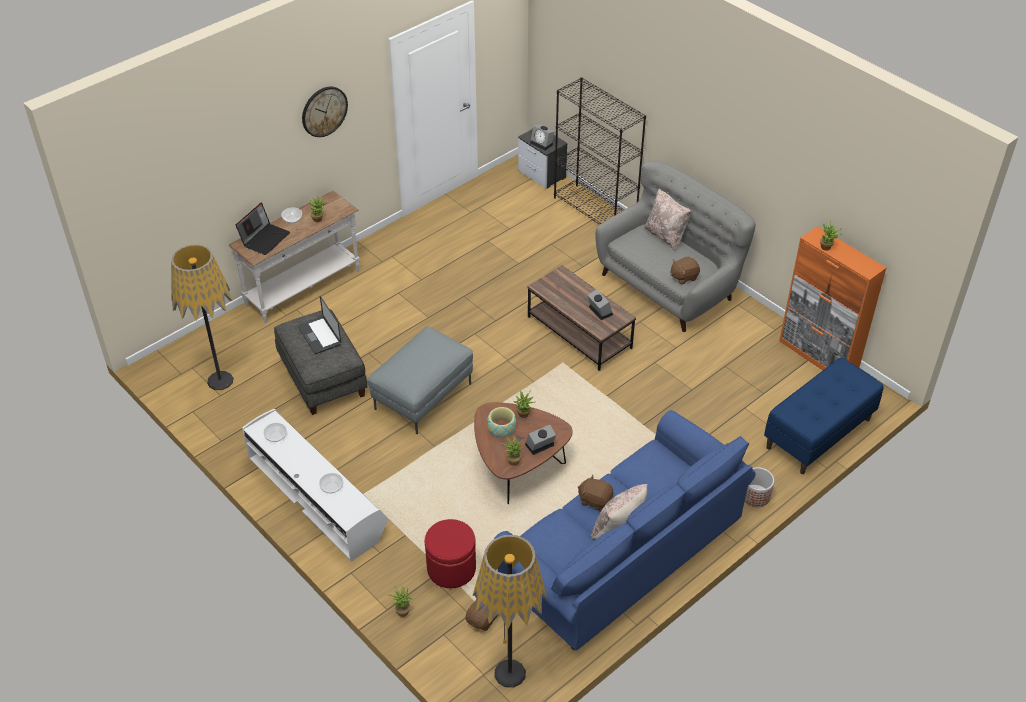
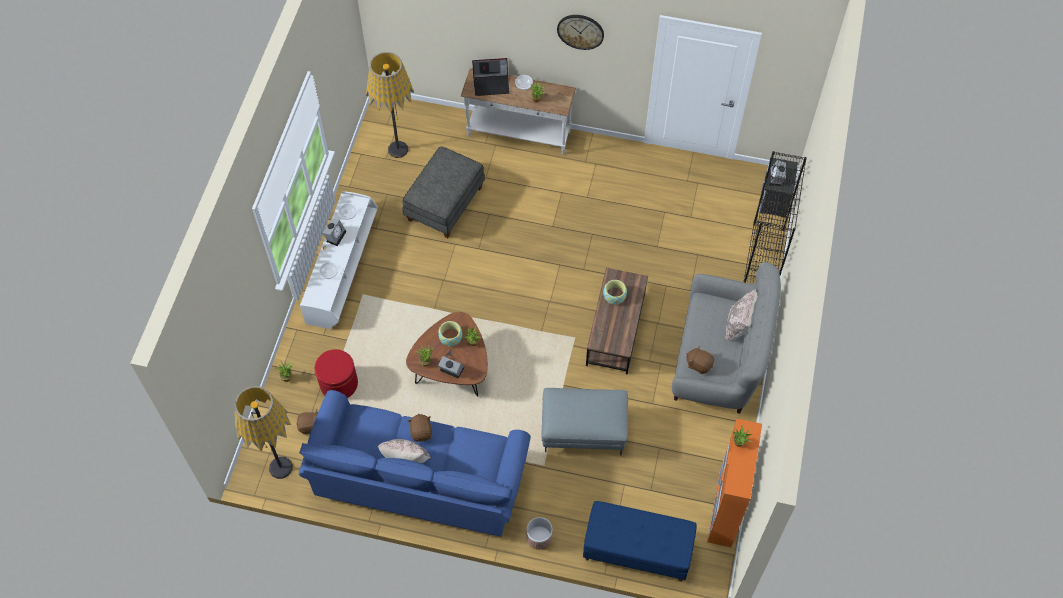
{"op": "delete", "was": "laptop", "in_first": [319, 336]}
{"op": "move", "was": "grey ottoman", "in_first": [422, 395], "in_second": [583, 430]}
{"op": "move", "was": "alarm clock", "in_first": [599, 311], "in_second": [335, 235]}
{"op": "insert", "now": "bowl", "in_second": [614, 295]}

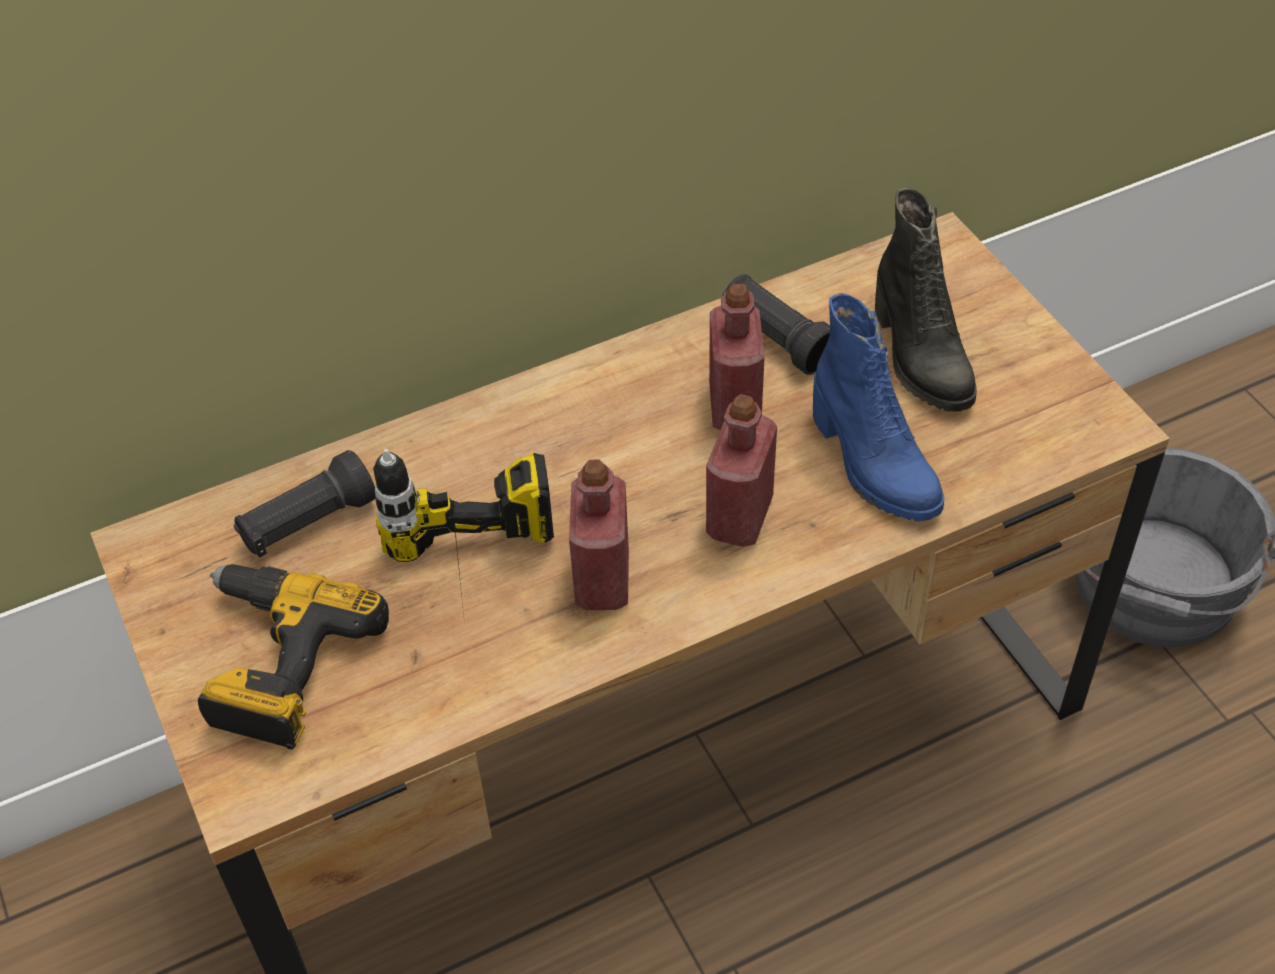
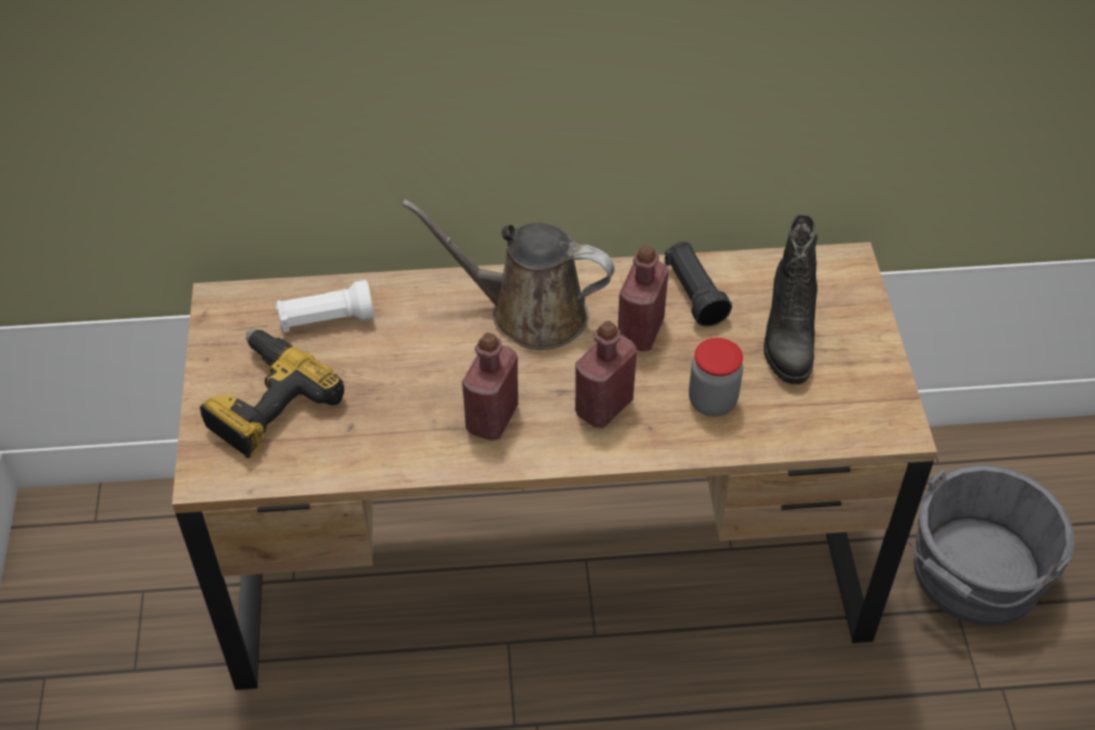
{"op": "recolor", "was": "black flashlight", "now": "white flashlight", "in_first": [308, 523], "in_second": [326, 320]}
{"op": "delete", "was": "power drill", "in_first": [473, 588]}
{"op": "replace", "was": "blue boot", "now": "jar", "in_first": [871, 465], "in_second": [712, 401]}
{"op": "insert", "now": "brown watering can", "in_second": [528, 312]}

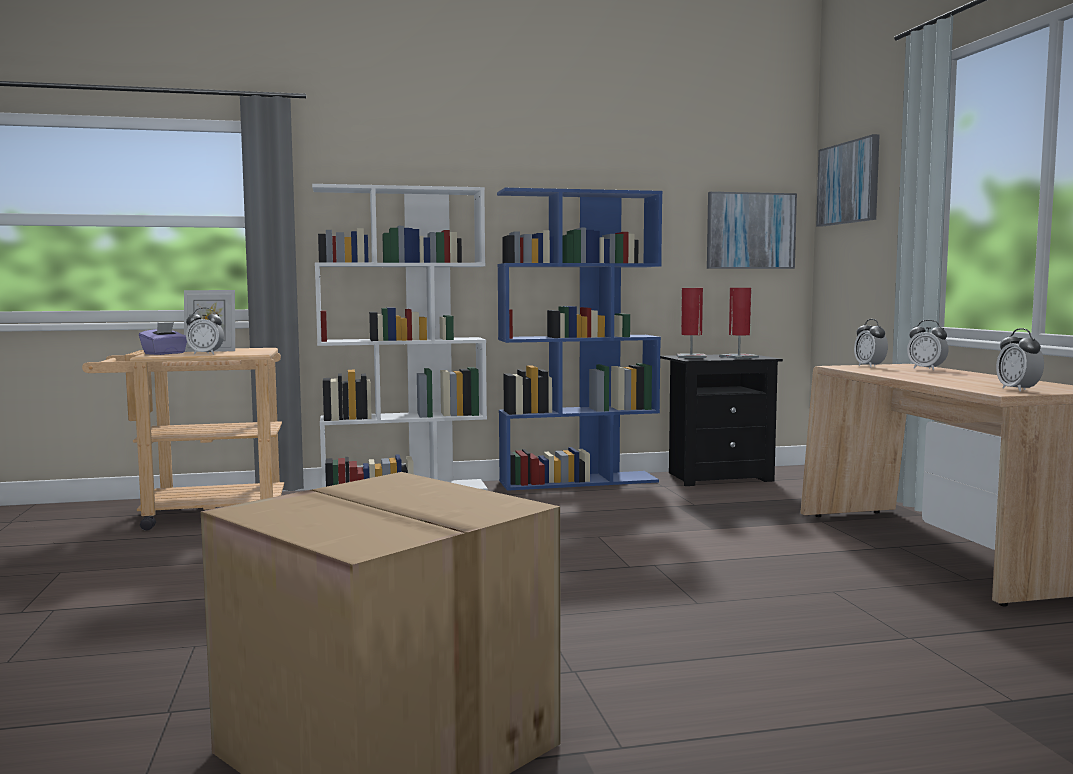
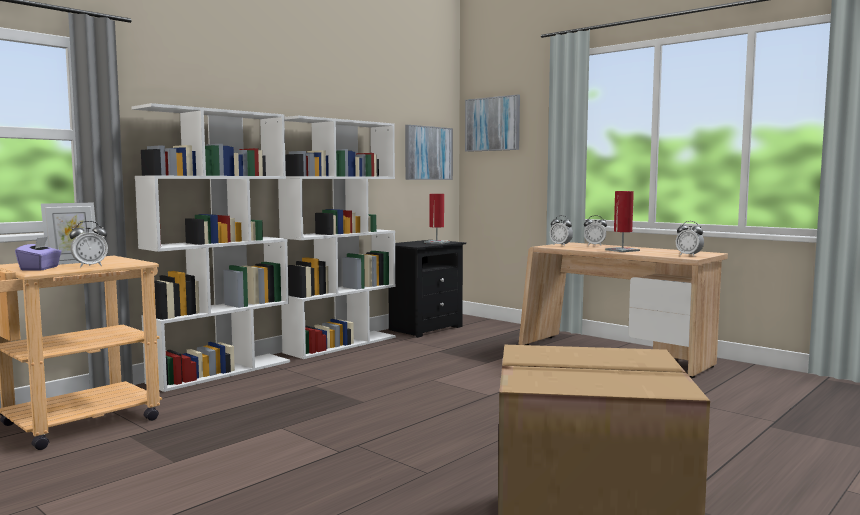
{"op": "recolor", "was": "blue bookcase", "now": "white bookcase", "in_first": [579, 481], "in_second": [341, 344]}
{"op": "move", "was": "red table lamp", "in_first": [691, 356], "in_second": [622, 250]}

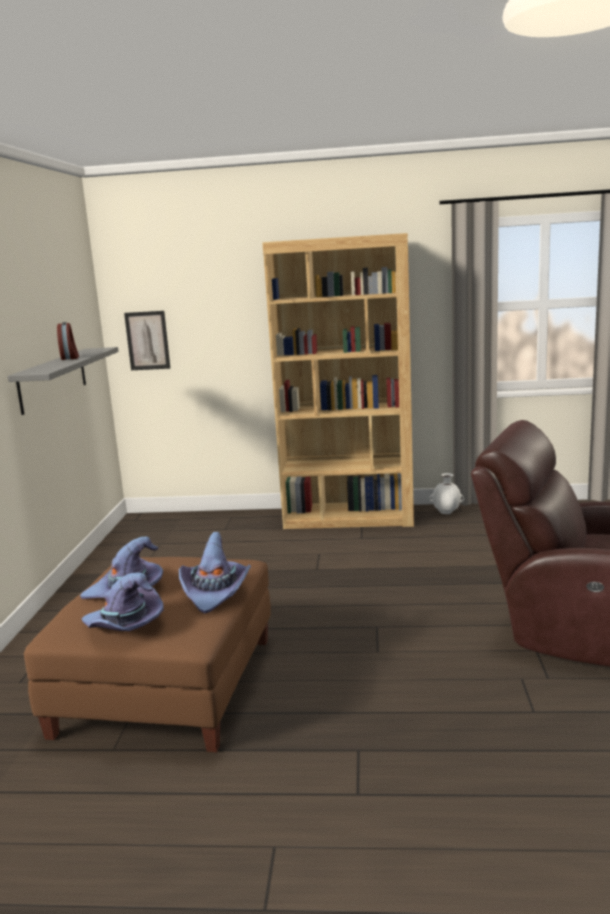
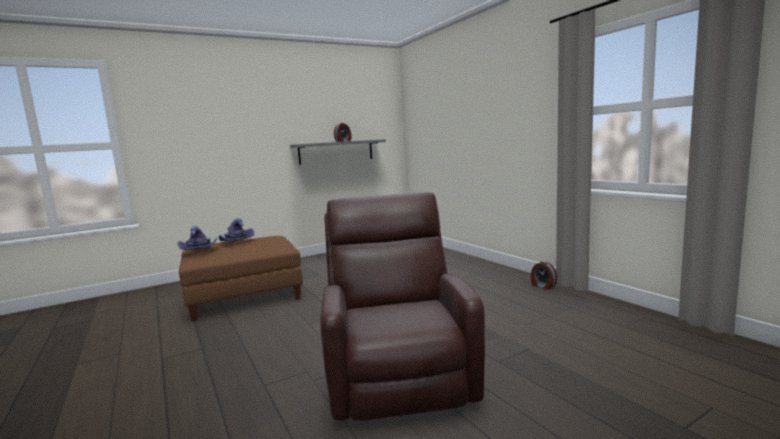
{"op": "delete", "was": "picture", "in_first": [147, 340]}
{"op": "delete", "was": "purple hat", "in_first": [215, 591]}
{"op": "delete", "was": "brown bookcase", "in_first": [349, 518]}
{"op": "replace", "was": "white vase", "now": "alarm clock", "in_first": [446, 513], "in_second": [543, 286]}

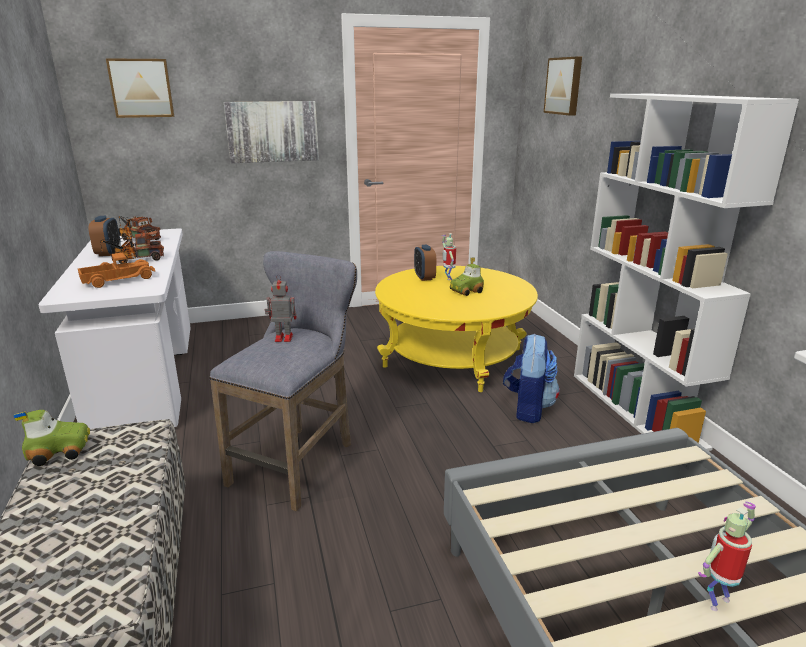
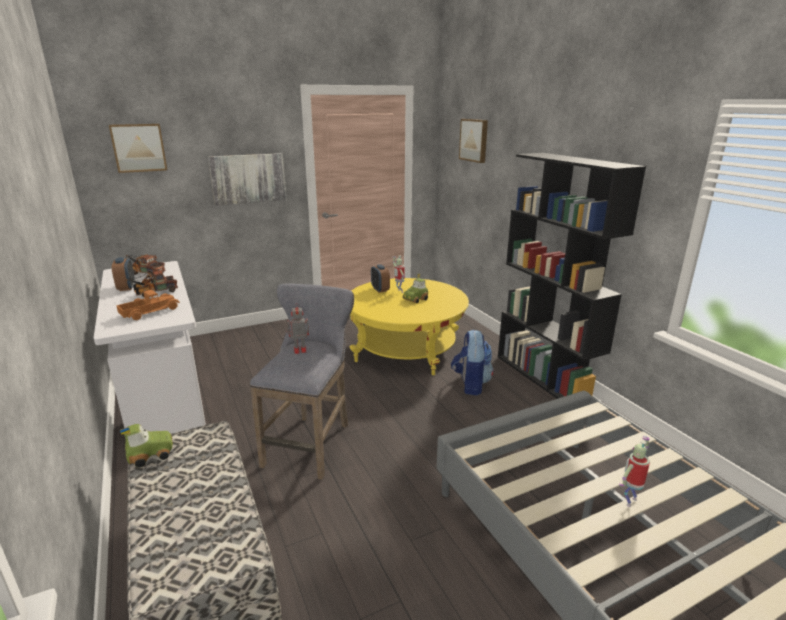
{"op": "recolor", "was": "white bookcase", "now": "black bookcase", "in_first": [636, 409], "in_second": [546, 378]}

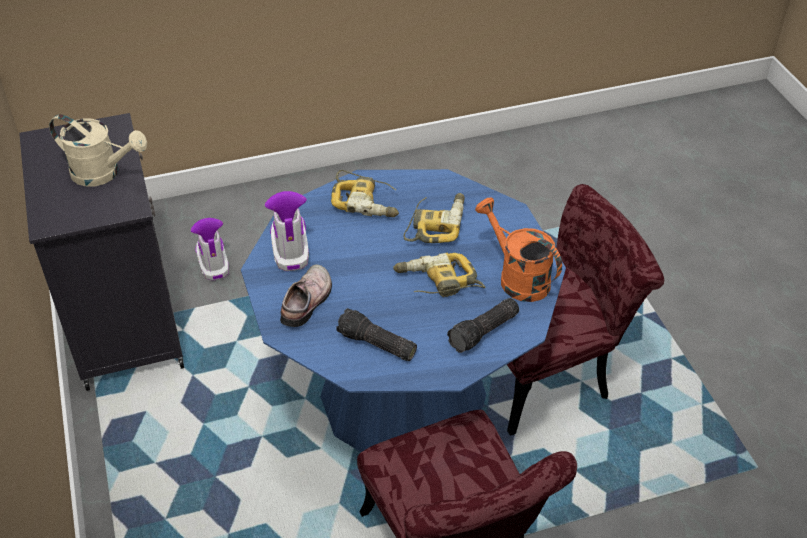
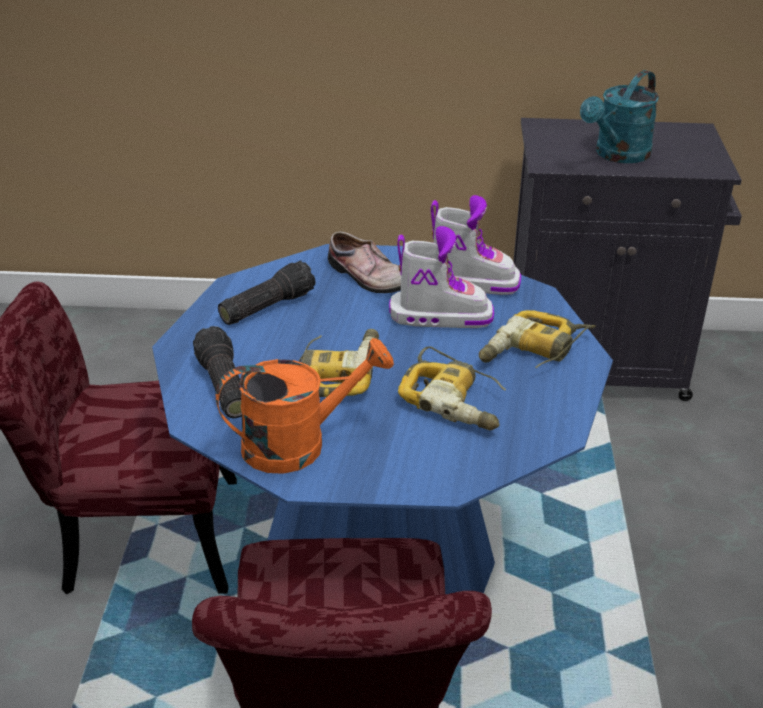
{"op": "recolor", "was": "beige watering can", "now": "turquoise watering can", "in_first": [103, 173], "in_second": [617, 155]}
{"op": "move", "was": "boot", "in_first": [212, 261], "in_second": [440, 316]}

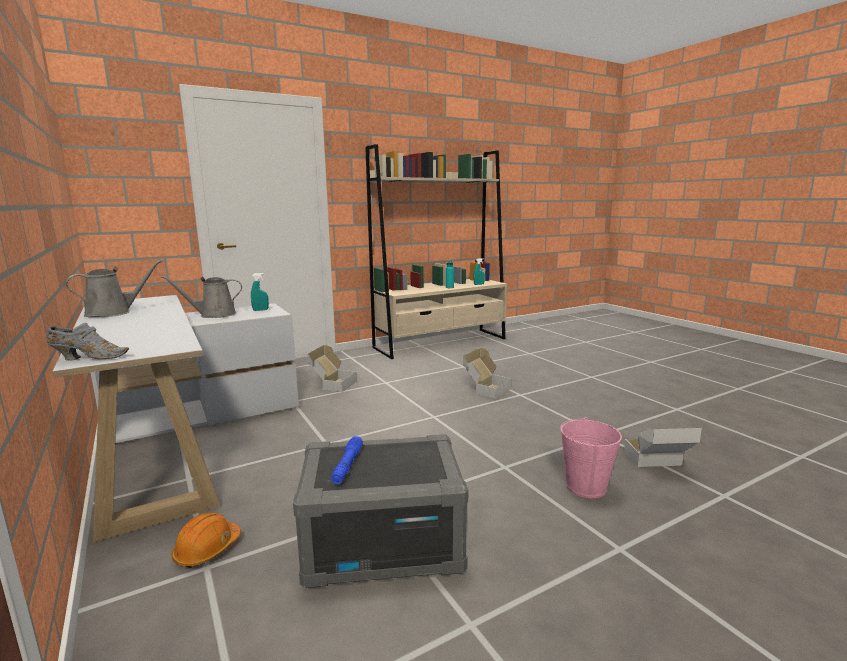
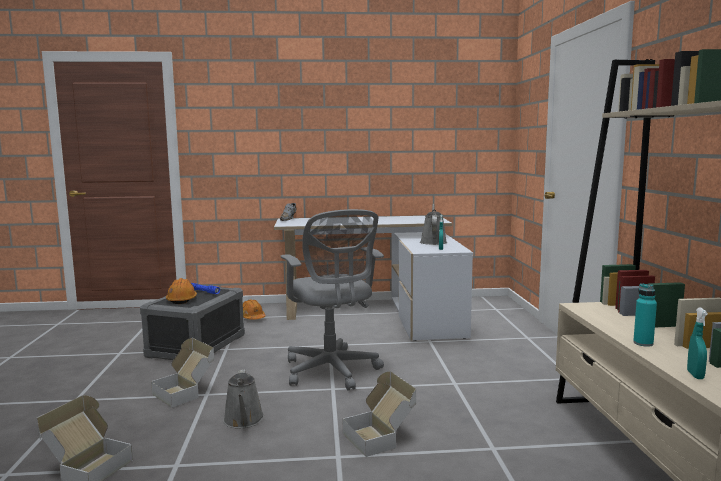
{"op": "move", "was": "grey watering can", "in_first": [113, 312], "in_second": [243, 421]}
{"op": "move", "was": "cardboard box", "in_first": [332, 384], "in_second": [185, 392]}
{"op": "delete", "was": "pink bucket", "in_first": [586, 486]}
{"op": "insert", "now": "orange hard hat", "in_second": [182, 300]}
{"op": "insert", "now": "grey office chair", "in_second": [332, 372]}

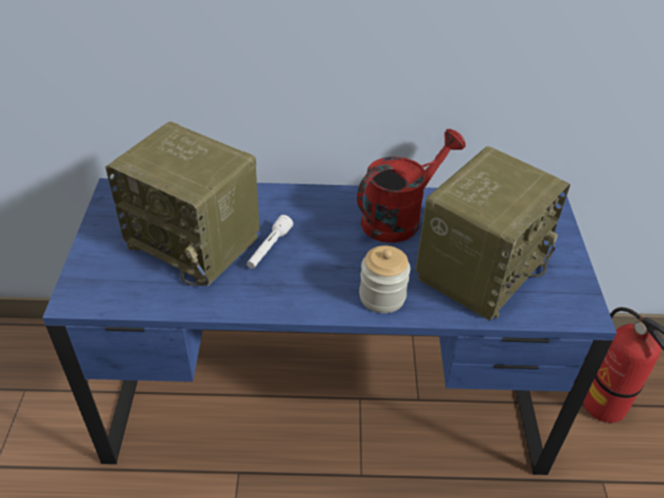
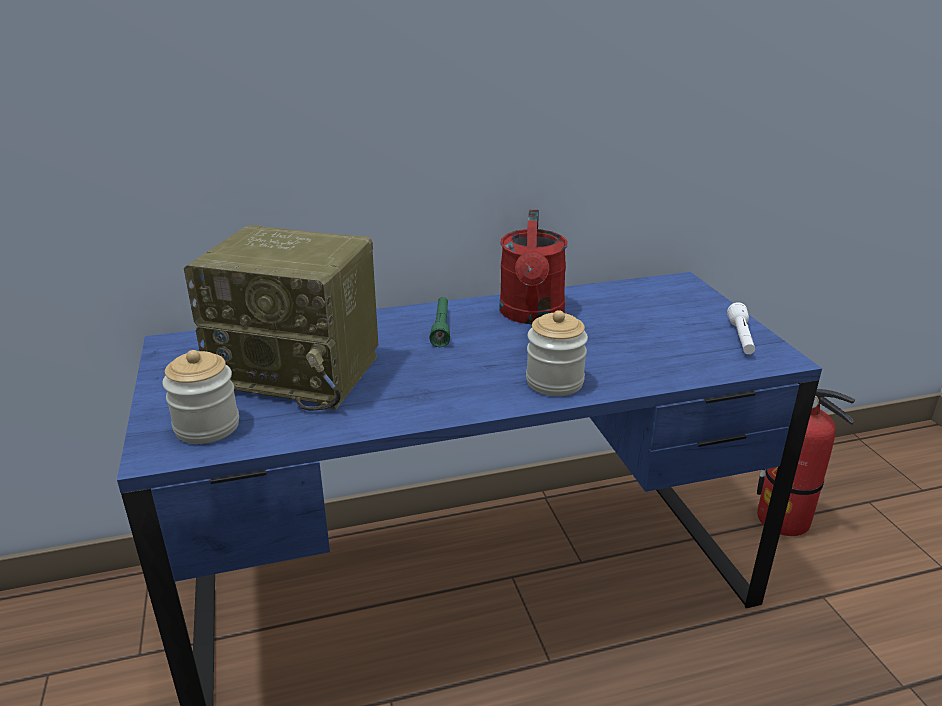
{"op": "move", "was": "white flashlight", "in_first": [269, 248], "in_second": [741, 338]}
{"op": "rotate", "was": "red watering can", "in_first": [399, 217], "in_second": [532, 315], "clockwise": 150}
{"op": "delete", "was": "radio", "in_first": [480, 268]}
{"op": "insert", "now": "jar", "in_second": [207, 427]}
{"op": "insert", "now": "green flashlight", "in_second": [441, 327]}

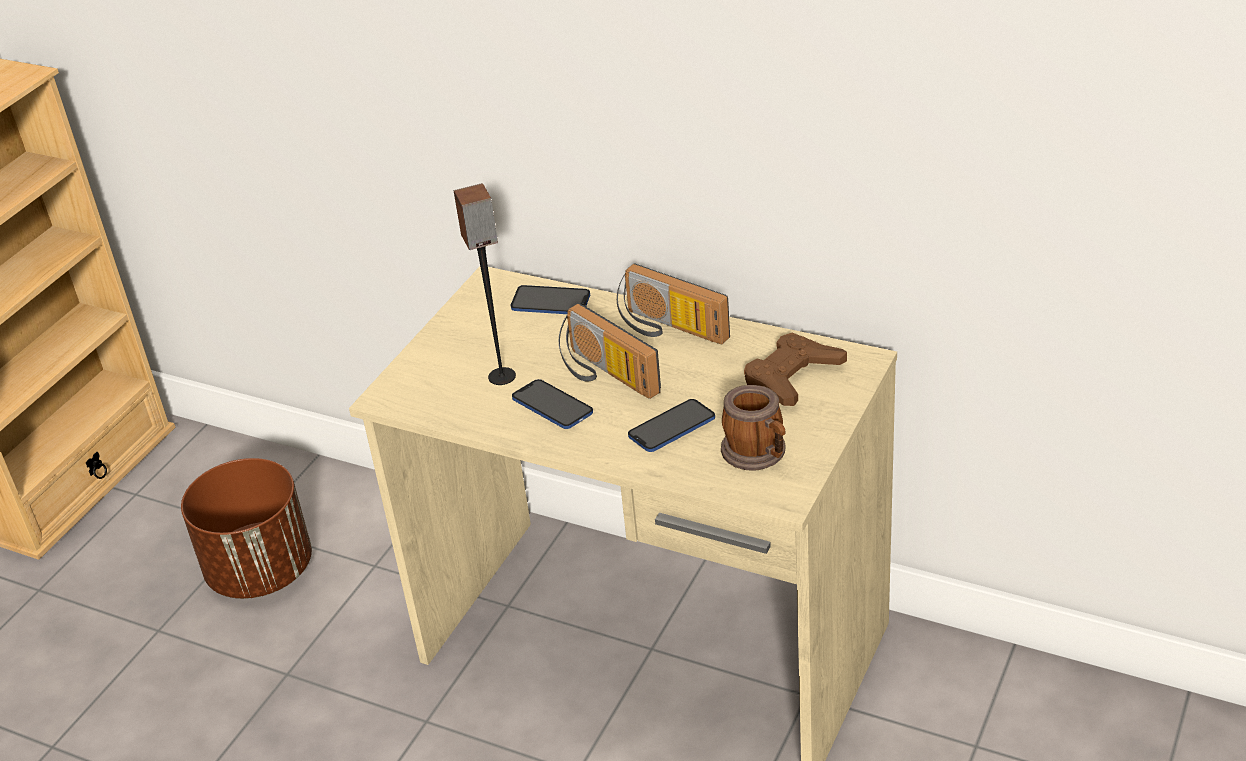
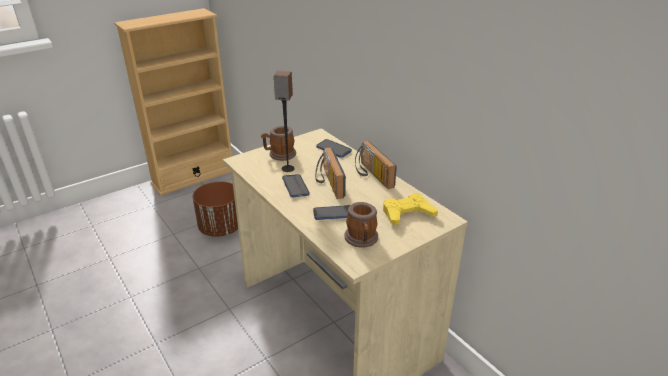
{"op": "recolor", "was": "brown game controller", "now": "yellow game controller", "in_first": [792, 377], "in_second": [407, 213]}
{"op": "insert", "now": "mug", "in_second": [279, 155]}

